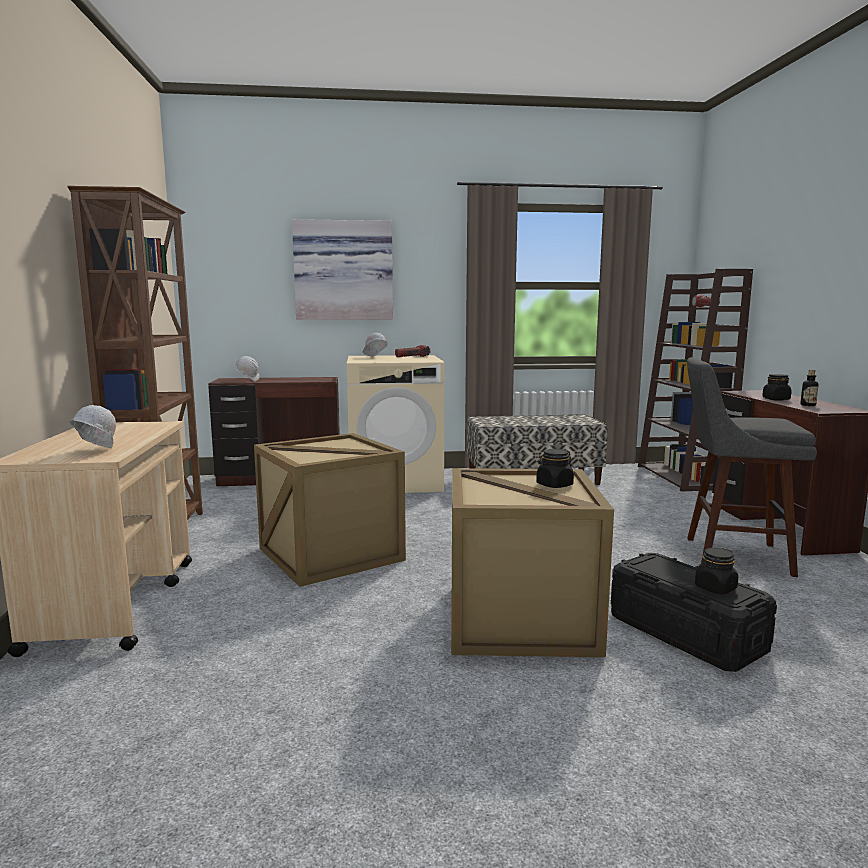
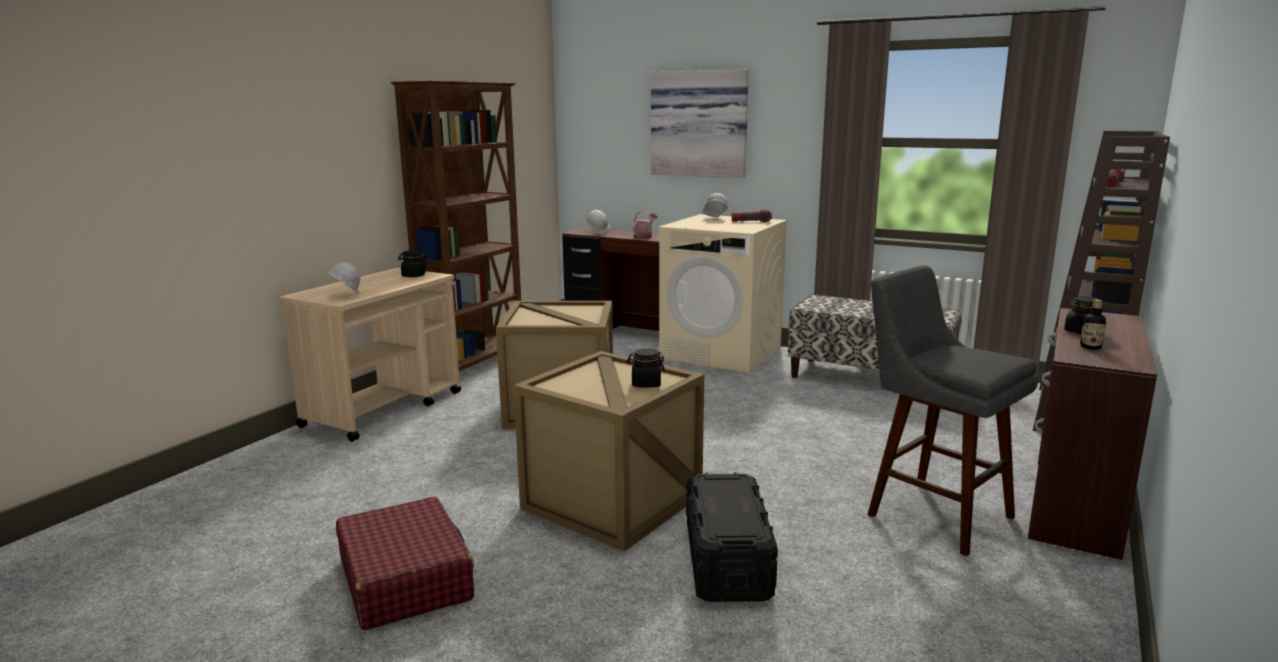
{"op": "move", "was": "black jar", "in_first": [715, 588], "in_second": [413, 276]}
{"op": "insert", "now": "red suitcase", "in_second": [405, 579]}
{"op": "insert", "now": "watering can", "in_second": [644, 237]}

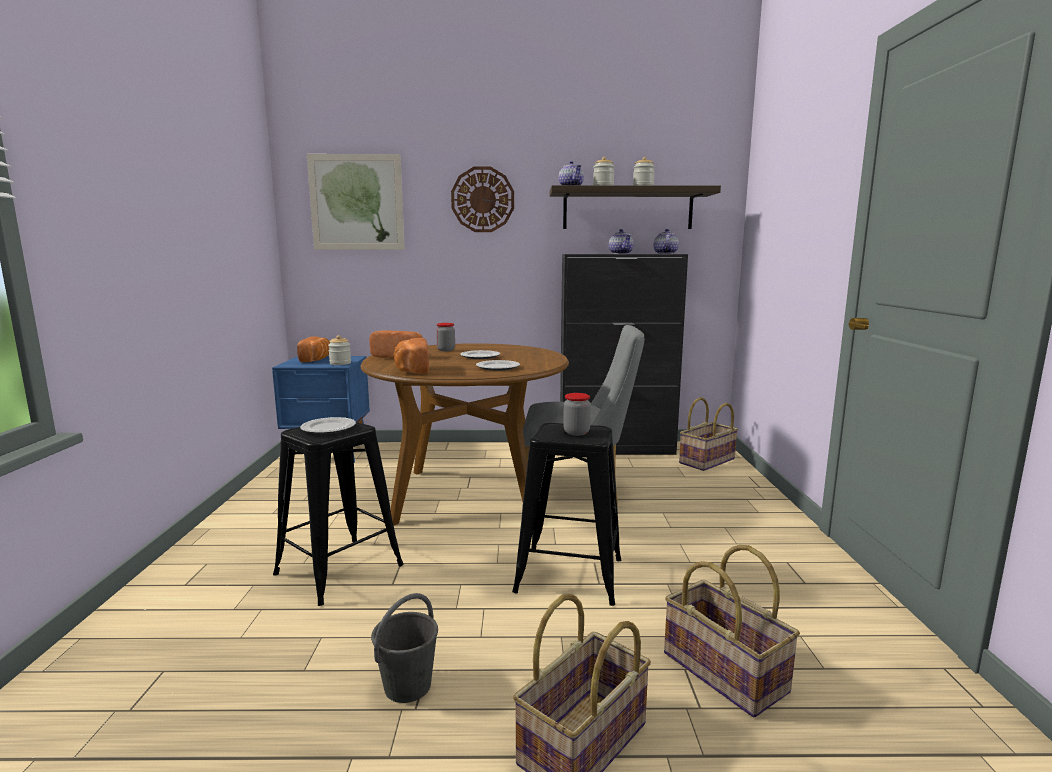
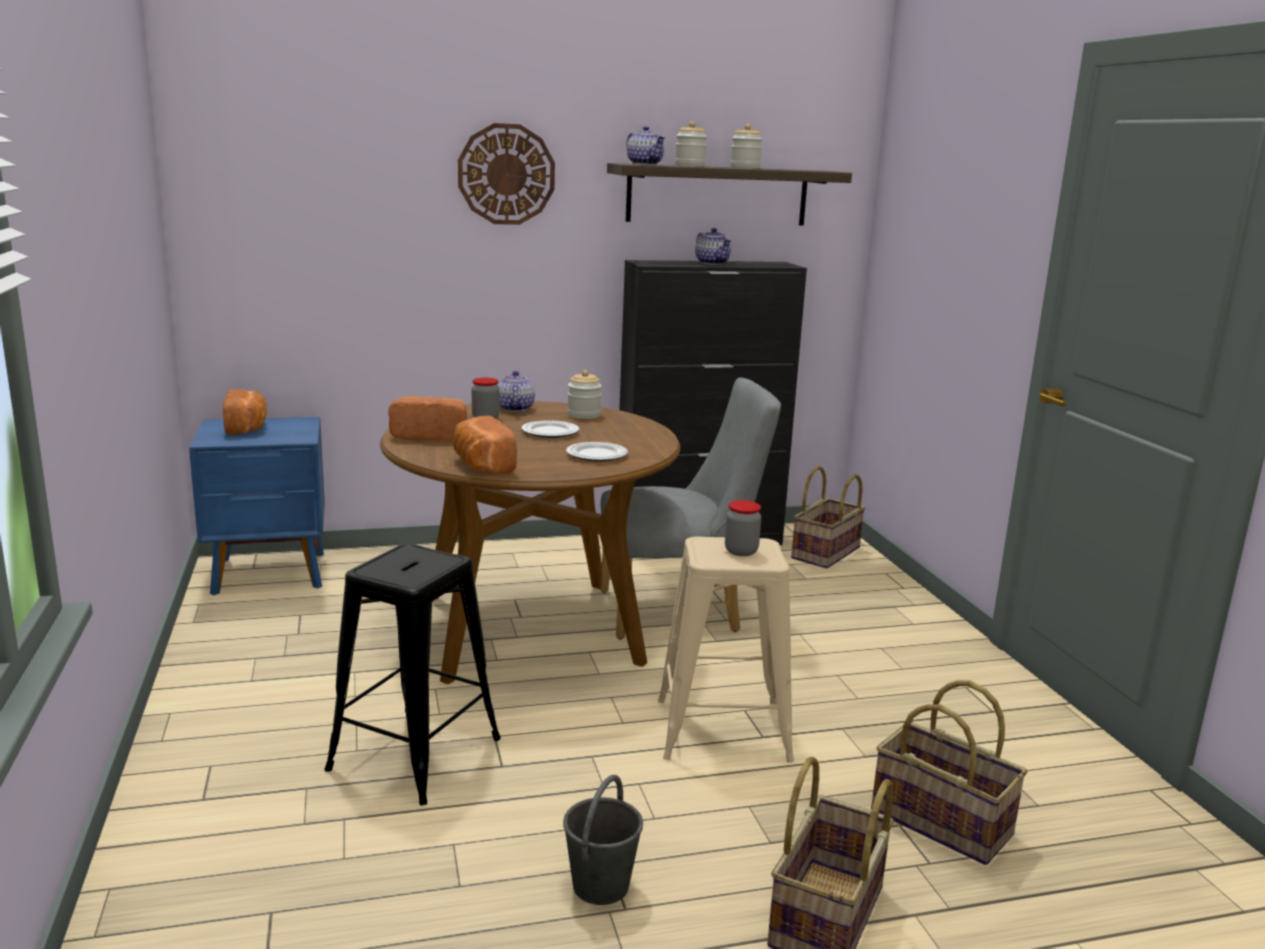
{"op": "delete", "was": "plate", "in_first": [329, 428]}
{"op": "delete", "was": "picture", "in_first": [356, 202]}
{"op": "move", "was": "jar", "in_first": [340, 363], "in_second": [584, 415]}
{"op": "recolor", "was": "black stool", "now": "beige stool", "in_first": [569, 575], "in_second": [722, 730]}
{"op": "move", "was": "teapot", "in_first": [665, 253], "in_second": [514, 408]}

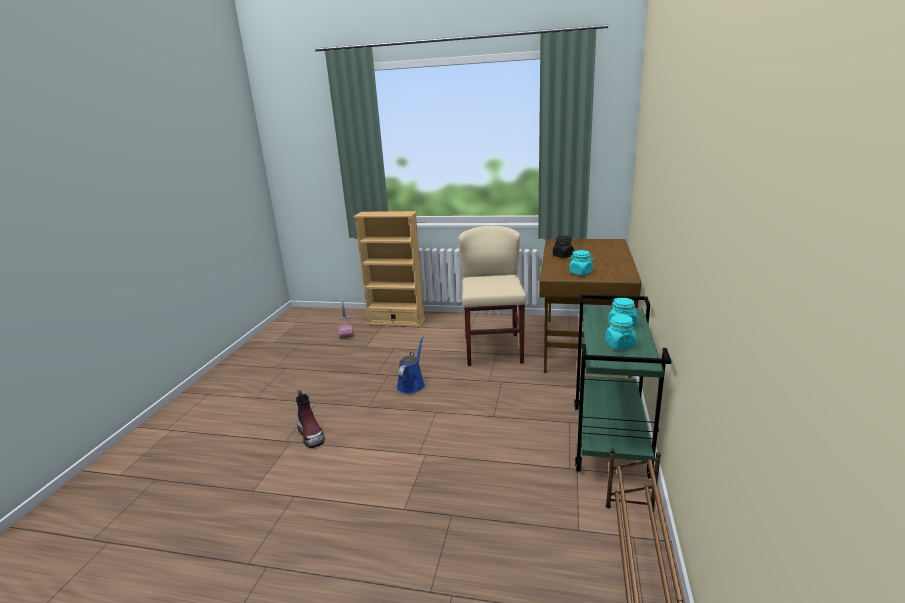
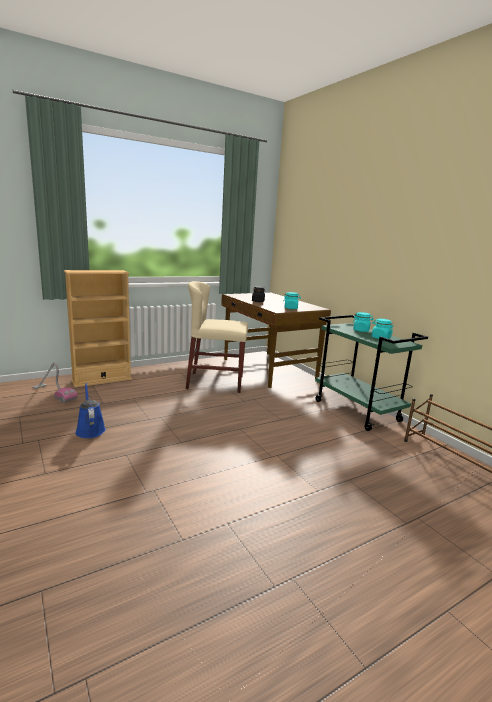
{"op": "delete", "was": "boot", "in_first": [311, 435]}
{"op": "move", "was": "blue watering can", "in_first": [412, 384], "in_second": [90, 429]}
{"op": "rotate", "was": "beige chair", "in_first": [493, 349], "in_second": [215, 382], "clockwise": -45}

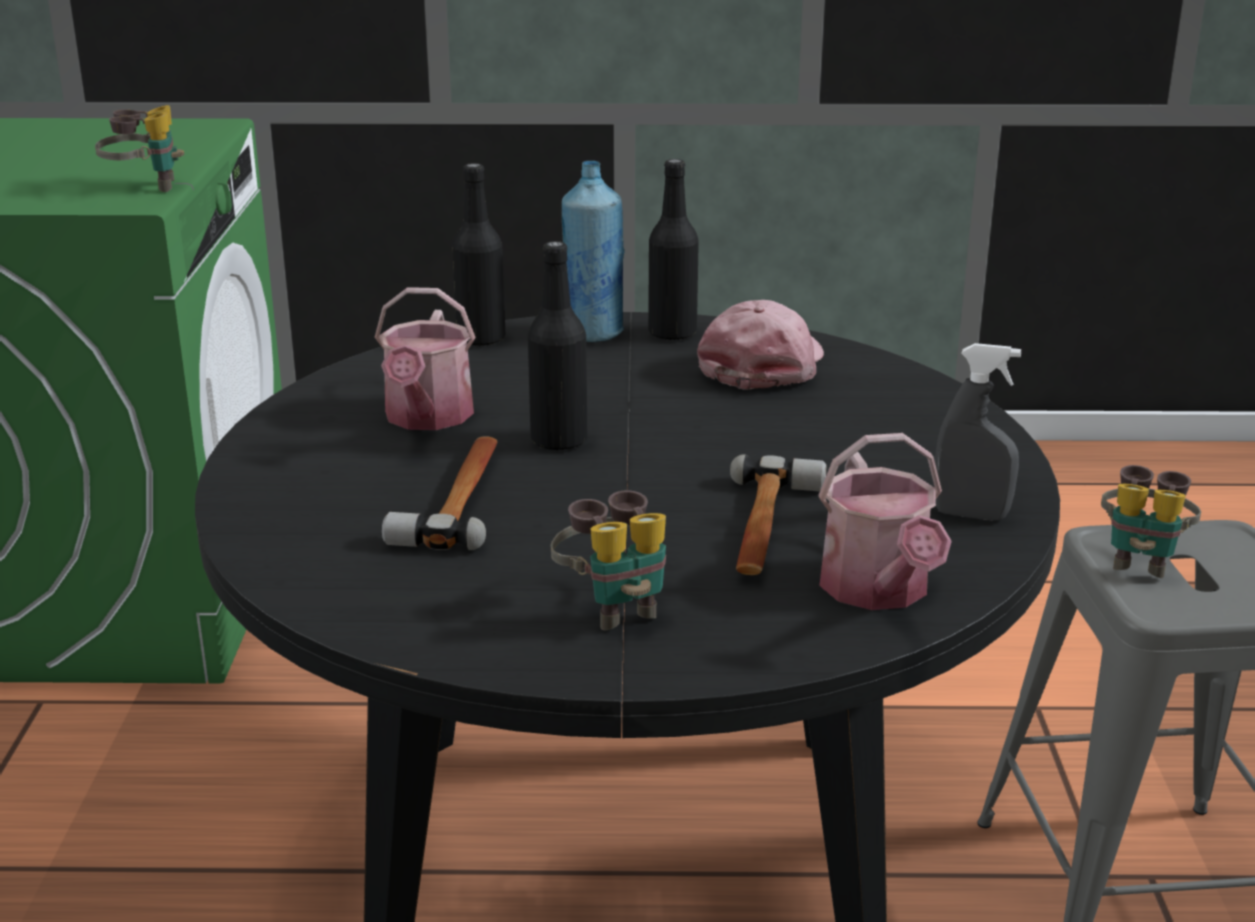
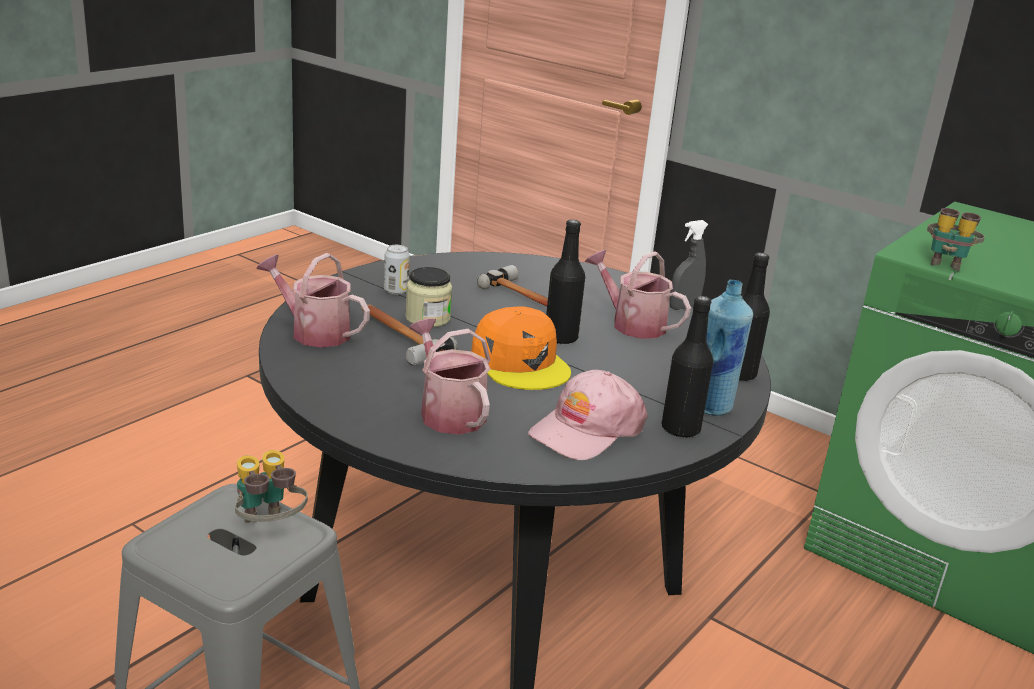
{"op": "replace", "was": "binoculars", "now": "can", "in_first": [615, 607], "in_second": [396, 290]}
{"op": "rotate", "was": "pink cap", "in_first": [764, 364], "in_second": [586, 430], "clockwise": 75}
{"op": "move", "was": "grey spray bottle", "in_first": [970, 515], "in_second": [683, 307]}
{"op": "insert", "now": "jar", "in_second": [428, 318]}
{"op": "insert", "now": "watering can", "in_second": [448, 412]}
{"op": "insert", "now": "orange cap", "in_second": [520, 363]}

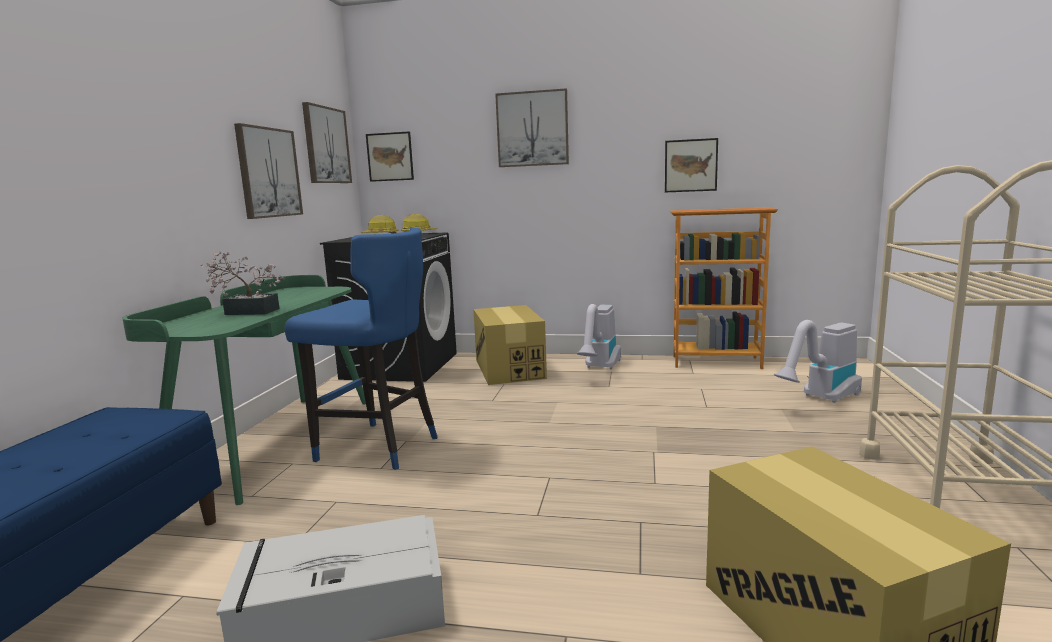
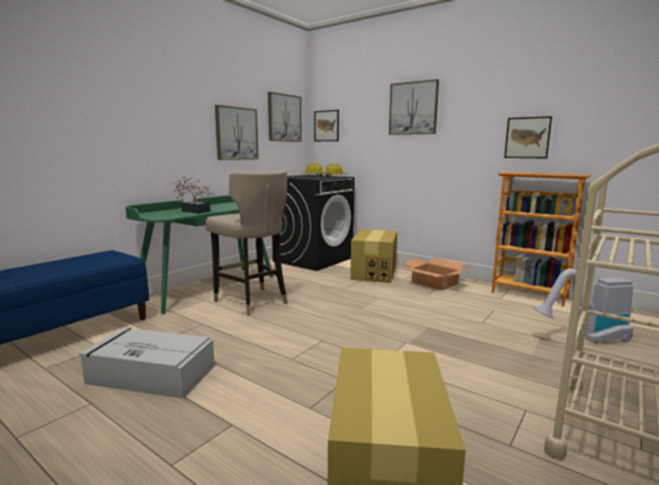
{"op": "recolor", "was": "blue stool", "now": "beige stool", "in_first": [377, 447], "in_second": [251, 301]}
{"op": "replace", "was": "vacuum cleaner", "now": "cardboard box", "in_first": [600, 368], "in_second": [434, 283]}

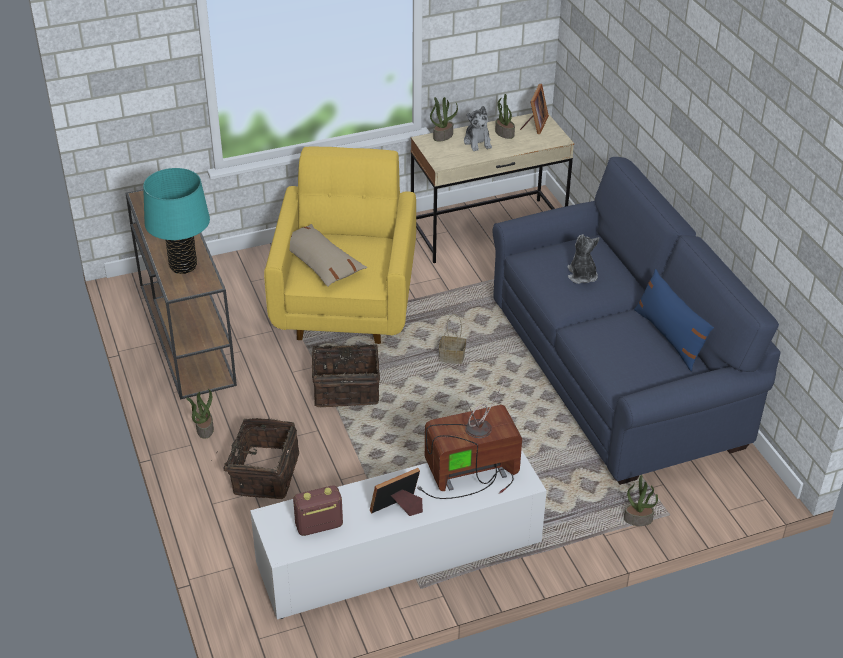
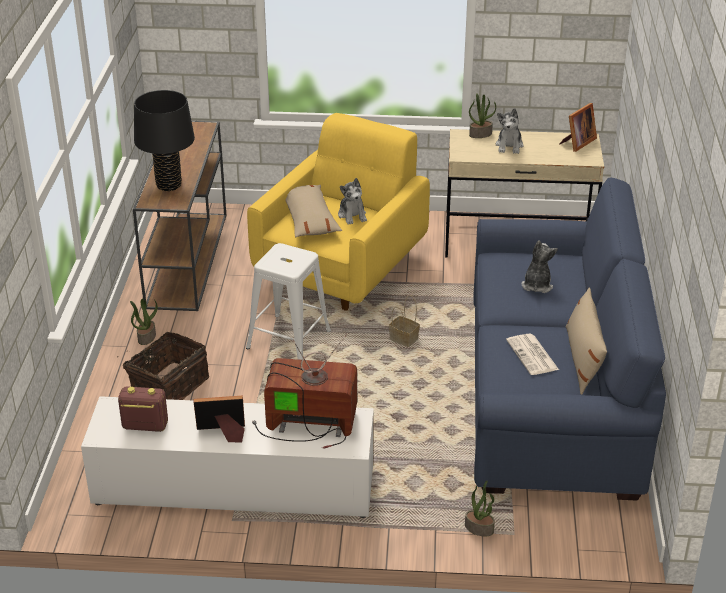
{"op": "recolor", "was": "turquoise table lamp", "now": "black table lamp", "in_first": [183, 266], "in_second": [169, 185]}
{"op": "replace", "was": "basket", "now": "white stool", "in_first": [346, 389], "in_second": [289, 339]}
{"op": "delete", "was": "potted plant", "in_first": [504, 133]}
{"op": "recolor", "was": "blue pillow", "now": "beige pillow", "in_first": [669, 337], "in_second": [583, 360]}
{"op": "insert", "now": "plush toy", "in_second": [352, 215]}
{"op": "insert", "now": "newspaper", "in_second": [533, 355]}

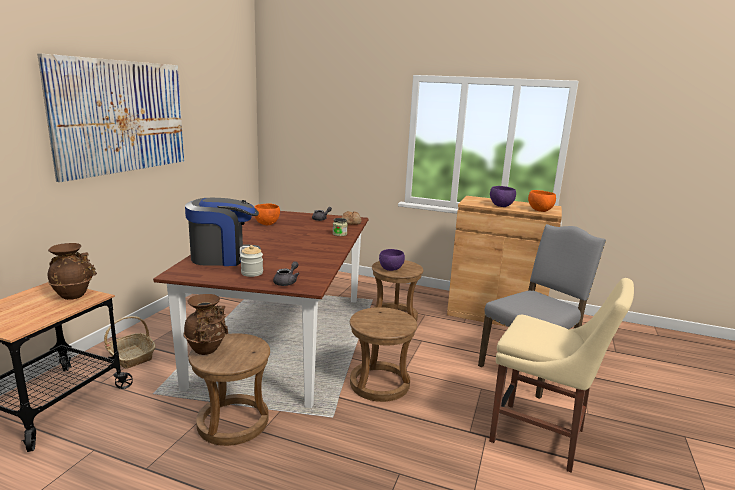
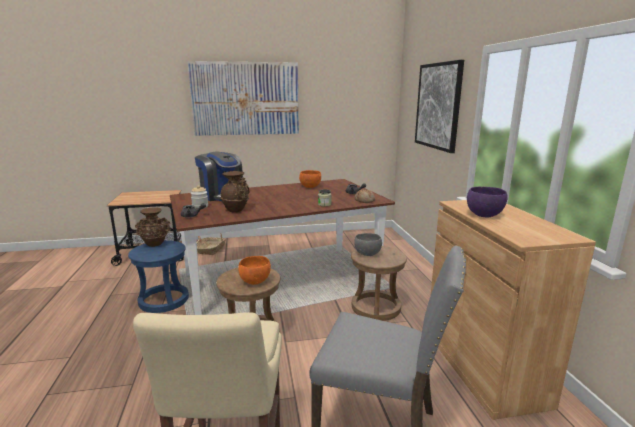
{"op": "move", "was": "brown vase", "in_first": [73, 295], "in_second": [236, 210]}
{"op": "recolor", "was": "brown stool", "now": "blue stool", "in_first": [232, 422], "in_second": [163, 300]}
{"op": "recolor", "was": "purple bowl", "now": "grey bowl", "in_first": [391, 269], "in_second": [368, 254]}
{"op": "move", "was": "orange bowl", "in_first": [539, 210], "in_second": [254, 281]}
{"op": "insert", "now": "picture", "in_second": [438, 106]}

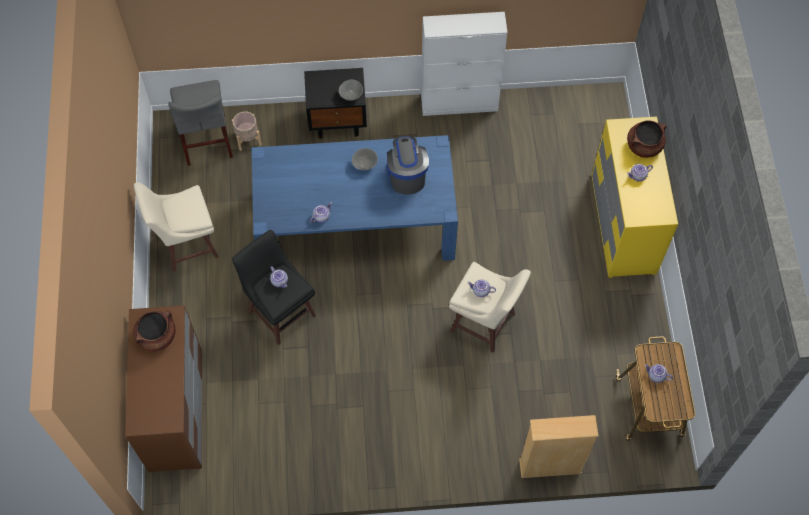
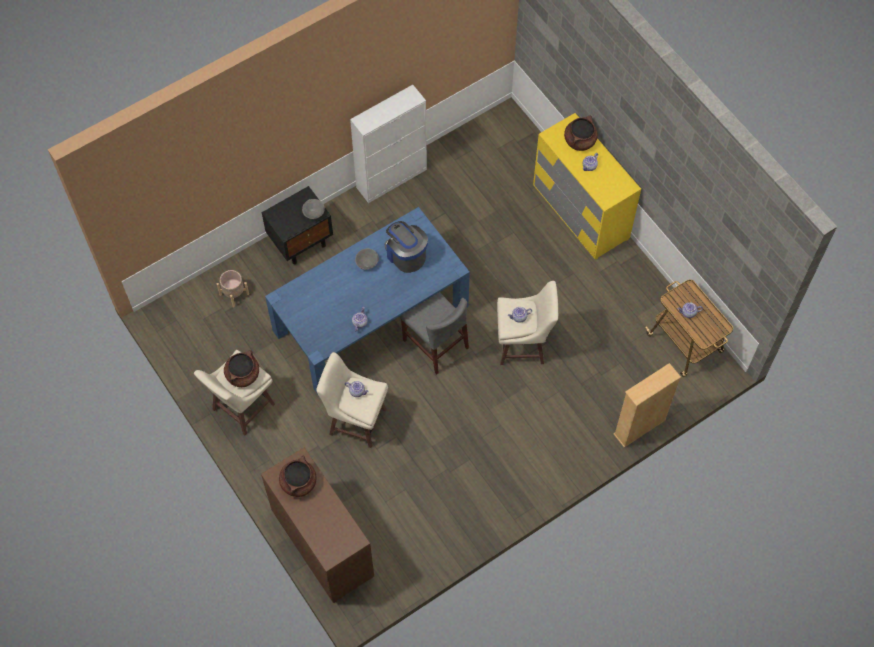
{"op": "move", "was": "grey chair", "in_first": [206, 139], "in_second": [435, 344]}
{"op": "recolor", "was": "black stool", "now": "beige stool", "in_first": [281, 312], "in_second": [356, 421]}
{"op": "insert", "now": "brown cooking pot", "in_second": [243, 374]}

